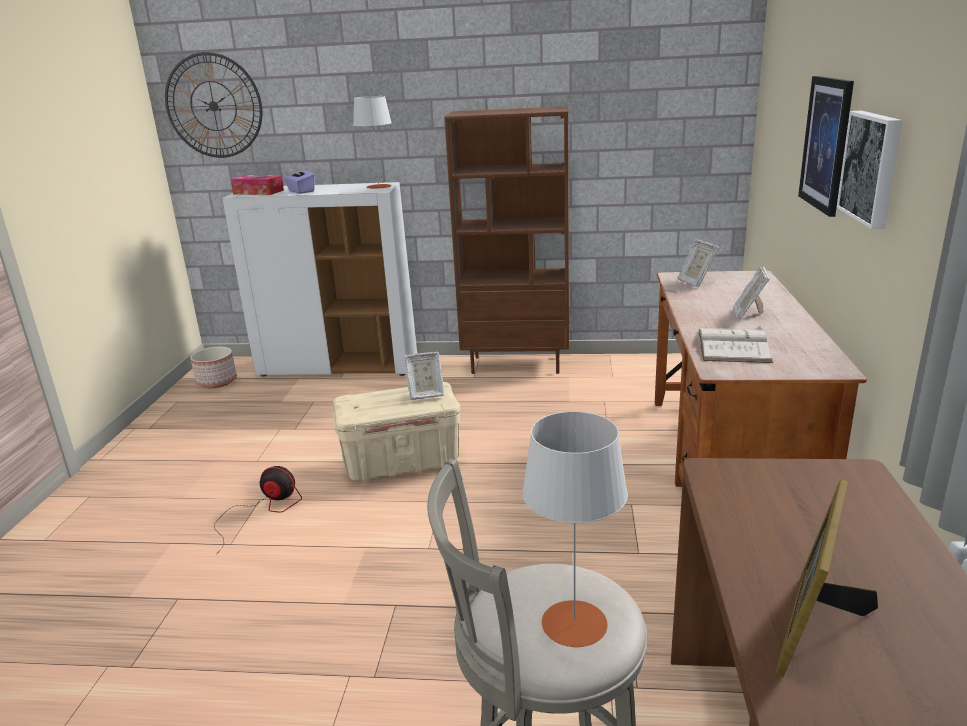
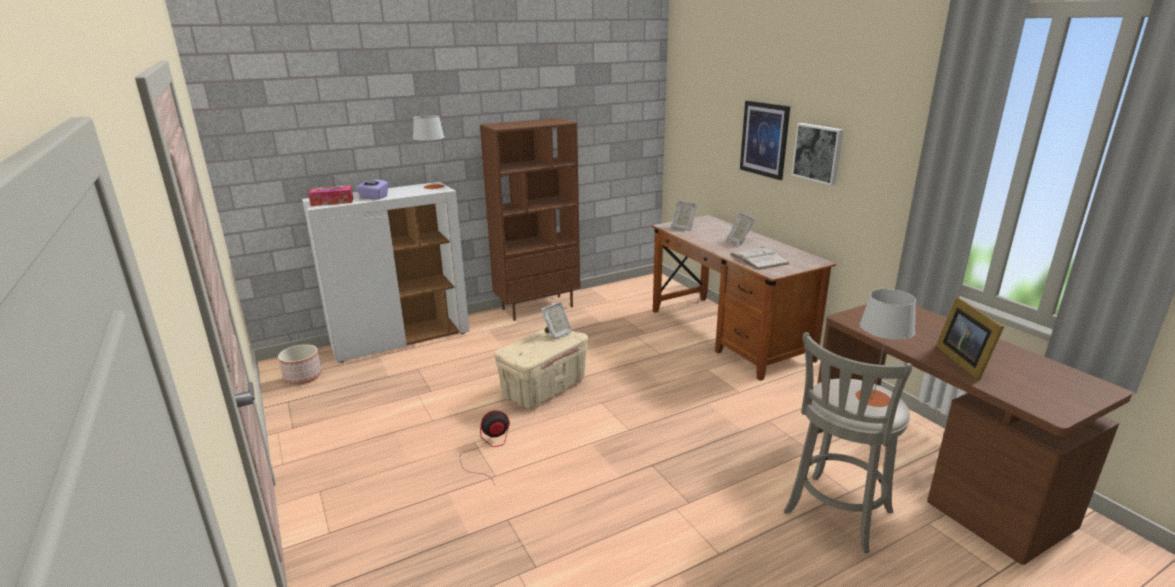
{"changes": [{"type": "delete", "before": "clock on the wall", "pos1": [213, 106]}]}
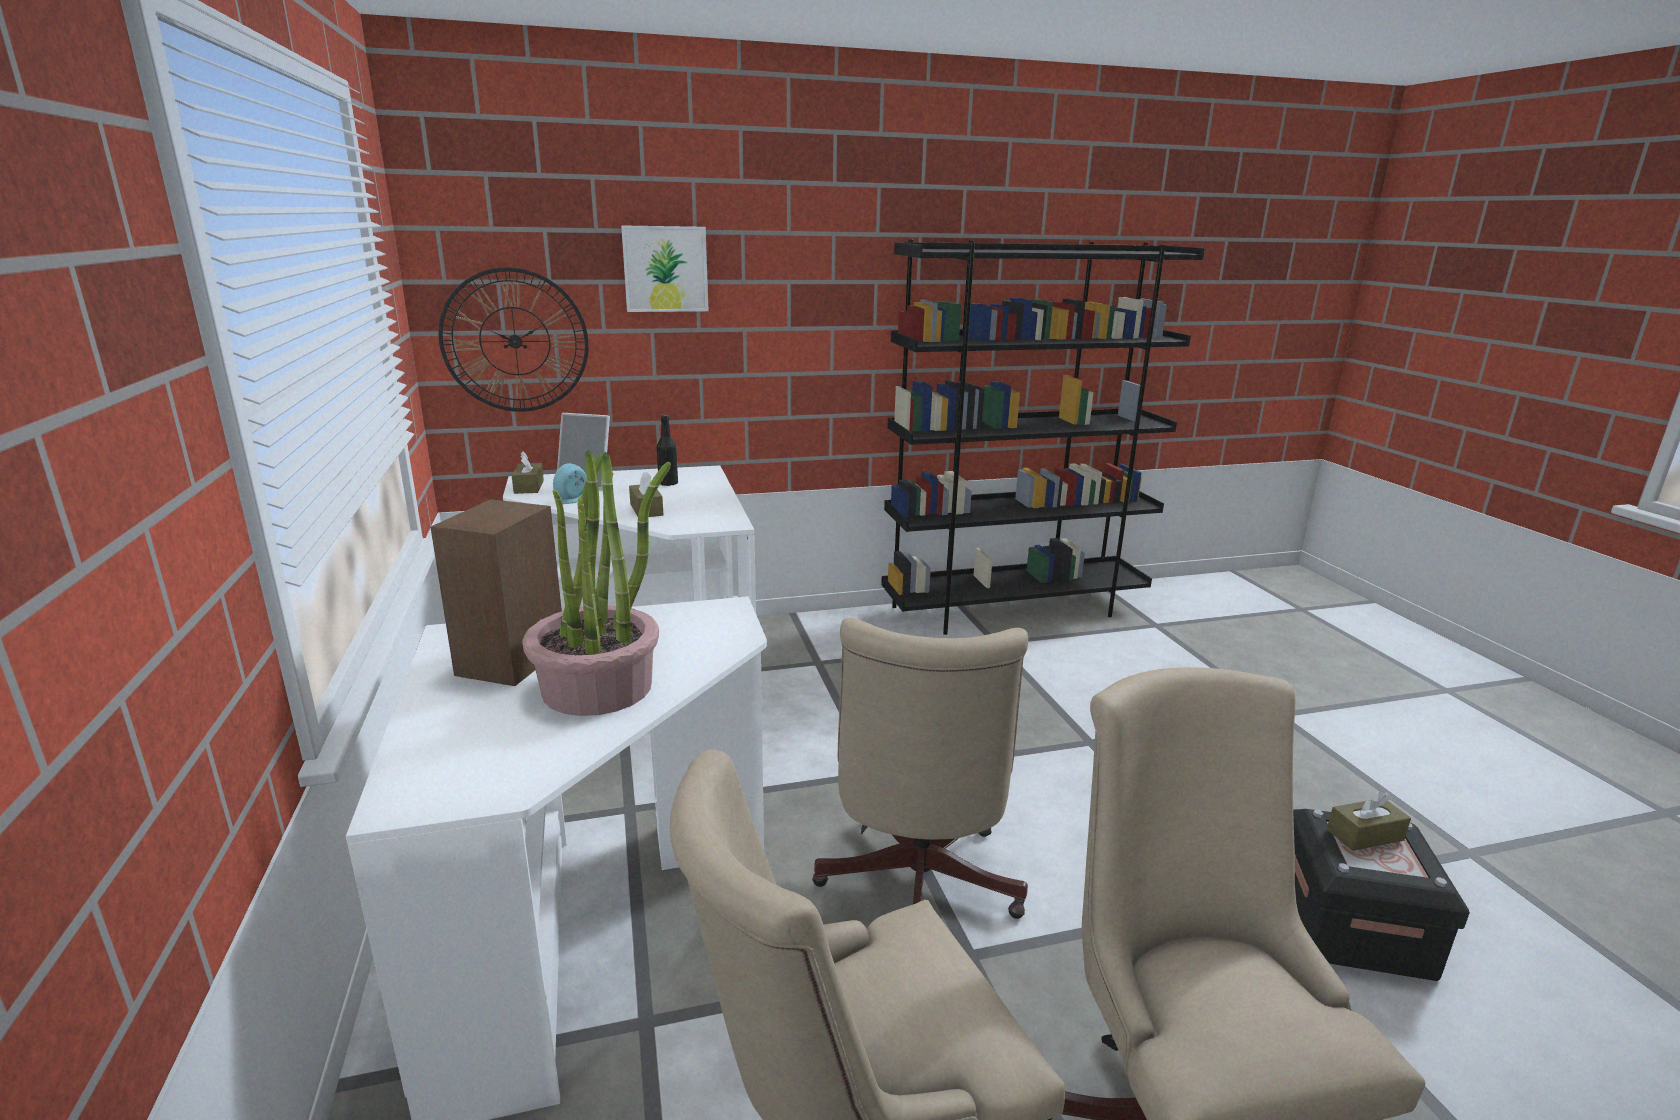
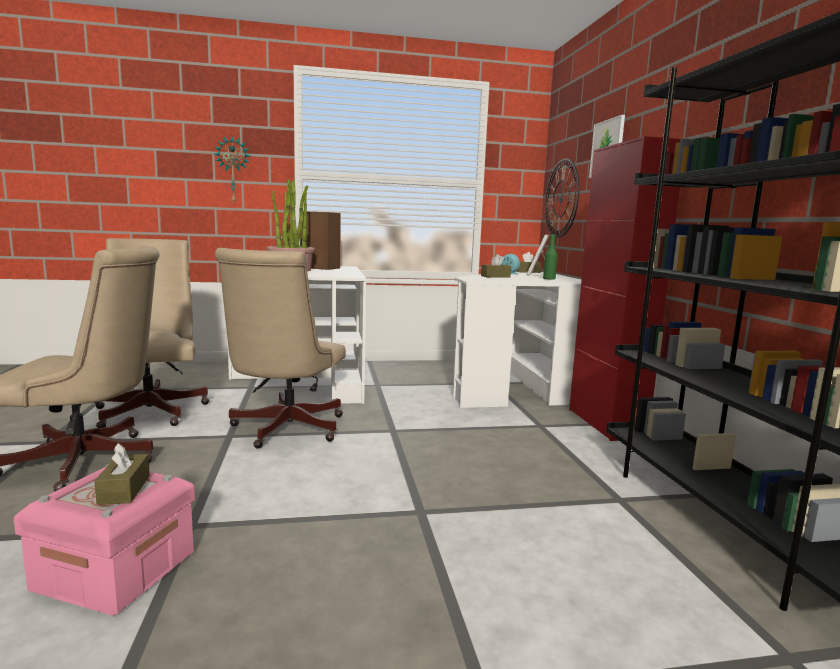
{"changes": [{"type": "insert", "after": "clock on the wall", "pos2": [233, 170]}, {"type": "insert", "after": "red-coloured storage cabinet", "pos2": [605, 423]}, {"type": "recolor", "before": "blackish drink bottle", "after": "green-coloured drink bottle", "pos1": [668, 483], "pos2": [549, 279]}, {"type": "recolor", "before": "blackish storage bin", "after": "pink storage bin", "pos1": [1352, 927], "pos2": [115, 570]}, {"type": "rotate", "before": "beige desk chair", "pos1": [915, 889], "pos2": [284, 430], "turn": -90}]}
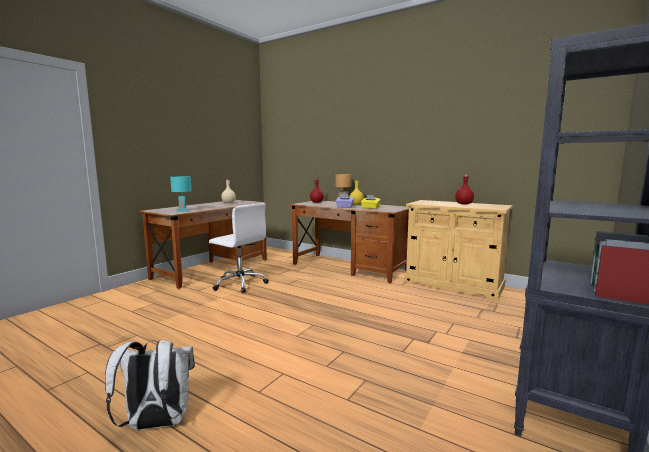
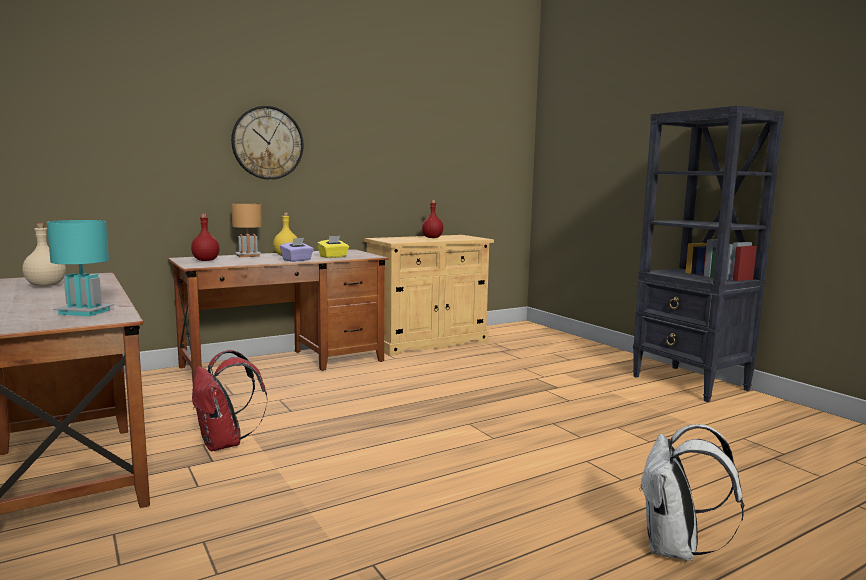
{"changes": [{"type": "insert", "after": "clock on the wall", "pos2": [267, 143]}, {"type": "replace", "before": "white desk chair", "after": "red-coloured knapsack", "pos1": [240, 283], "pos2": [225, 444]}]}
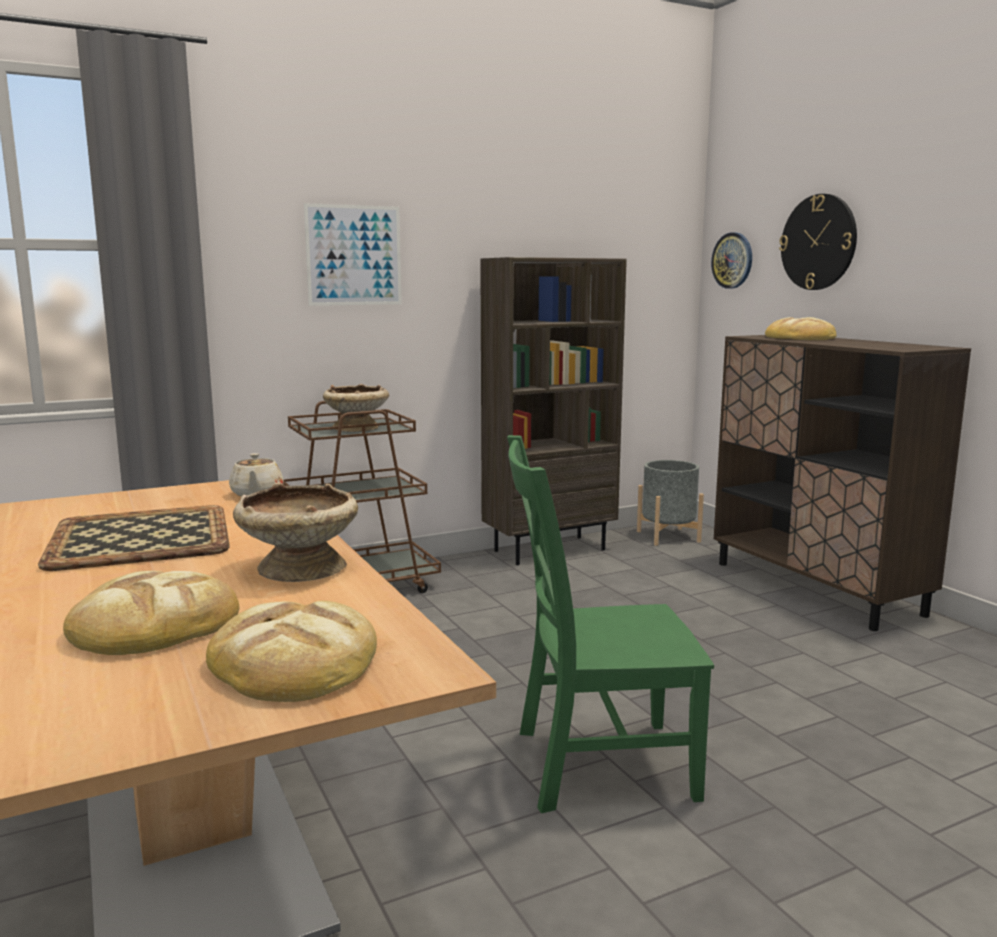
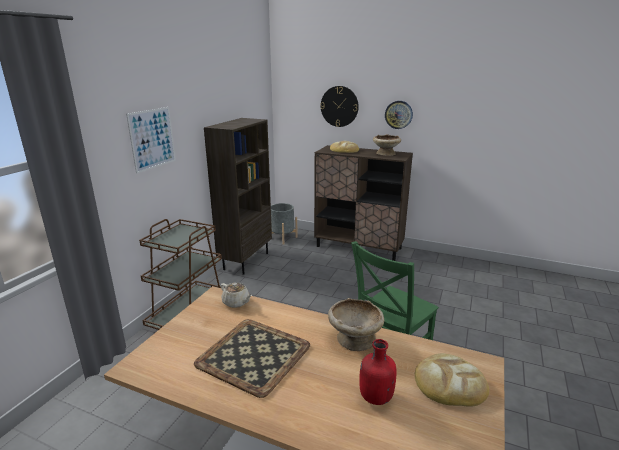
{"changes": [{"type": "move", "before": "beige deep dish", "pos1": [357, 428], "pos2": [386, 153]}, {"type": "move", "before": "clock on the wall", "pos1": [732, 260], "pos2": [398, 114]}, {"type": "replace", "before": "baked bread", "after": "red-coloured drink bottle", "pos1": [153, 624], "pos2": [375, 397]}]}
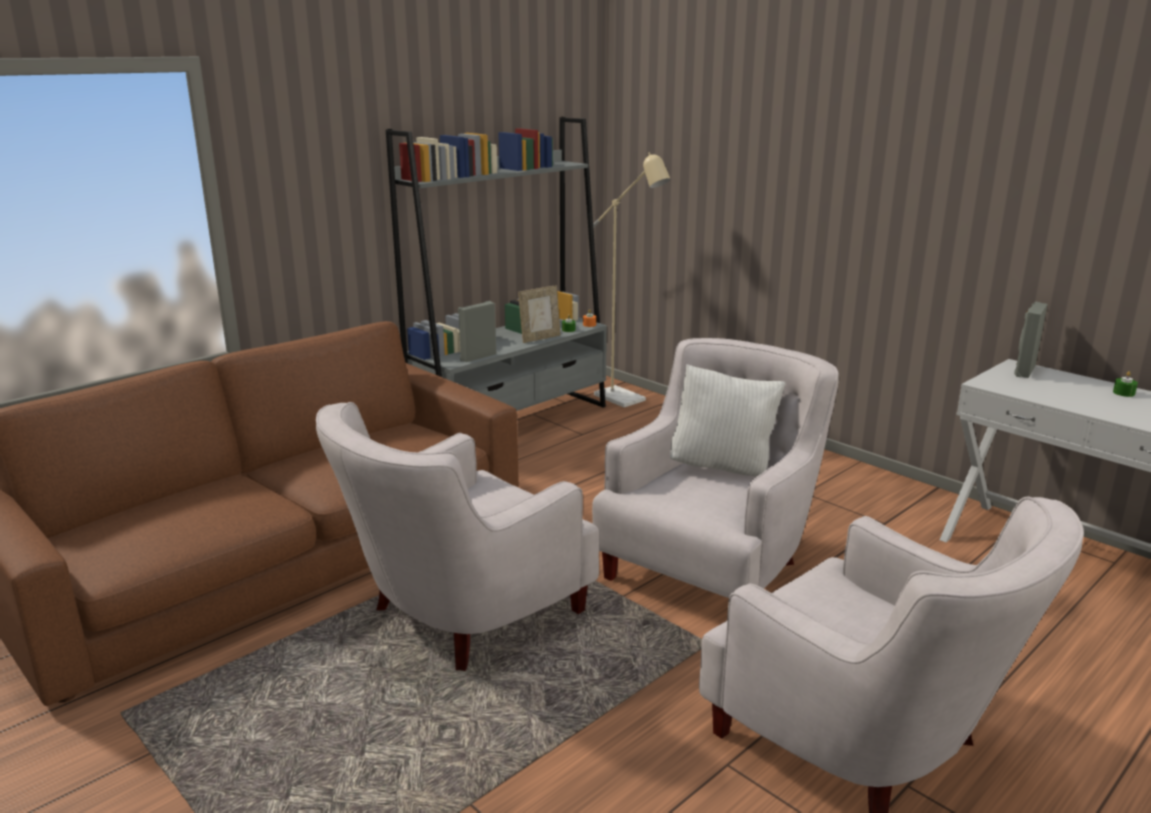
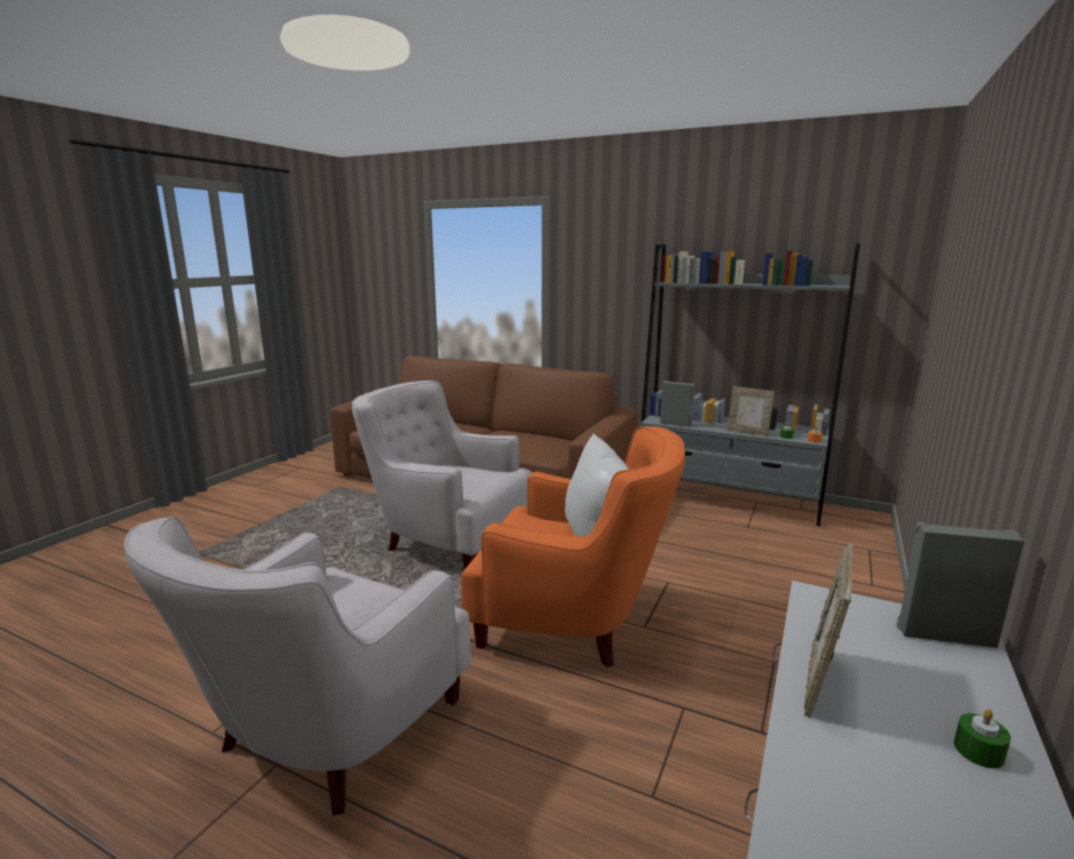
{"changes": [{"type": "delete", "before": "beige standard lamp", "pos1": [626, 400]}, {"type": "insert", "after": "standing frame", "pos2": [820, 682]}, {"type": "recolor", "before": "white armchair", "after": "orangey armchair", "pos1": [712, 564], "pos2": [573, 620]}]}
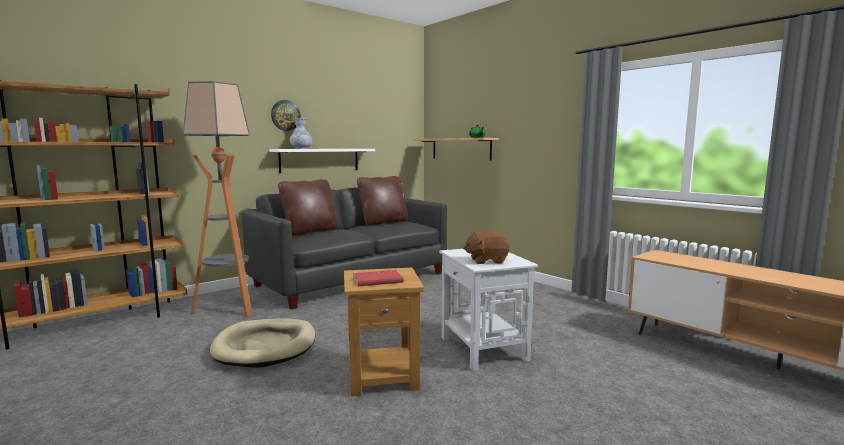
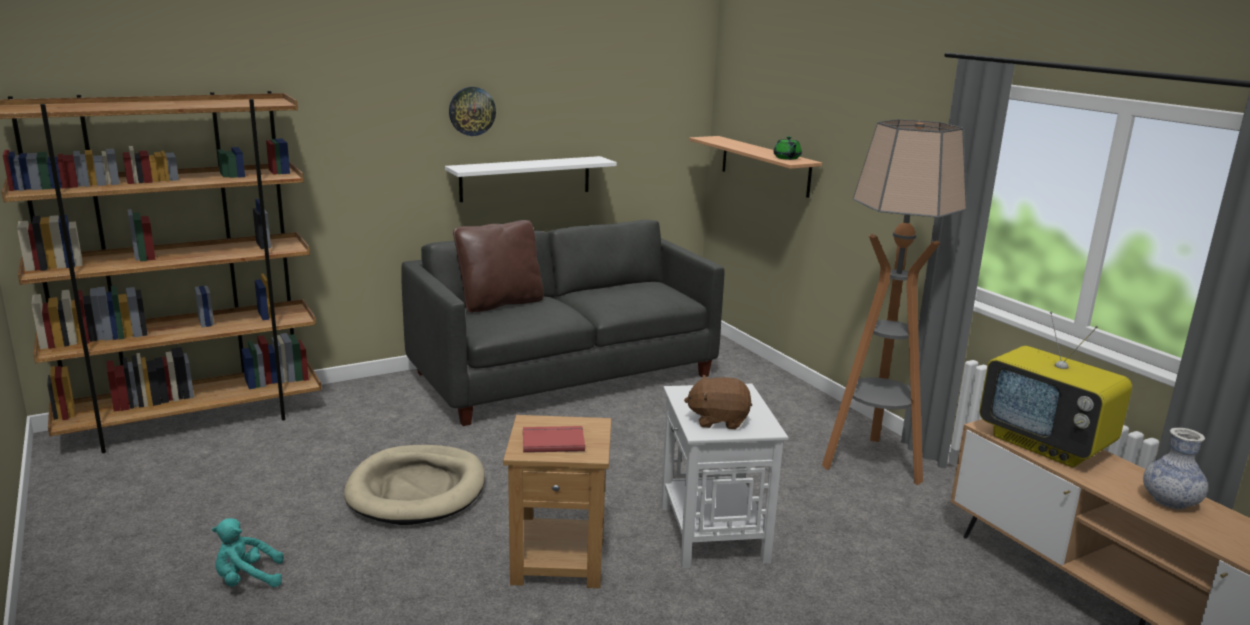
{"changes": [{"type": "delete", "before": "brown-coloured throw pillow", "pos1": [383, 223]}, {"type": "insert", "after": "turquoise cuddly toy", "pos2": [247, 580]}, {"type": "insert", "after": "television", "pos2": [1046, 444]}, {"type": "move", "before": "standard lamp", "pos1": [229, 308], "pos2": [872, 462]}, {"type": "move", "before": "decorative vase", "pos1": [301, 148], "pos2": [1170, 501]}]}
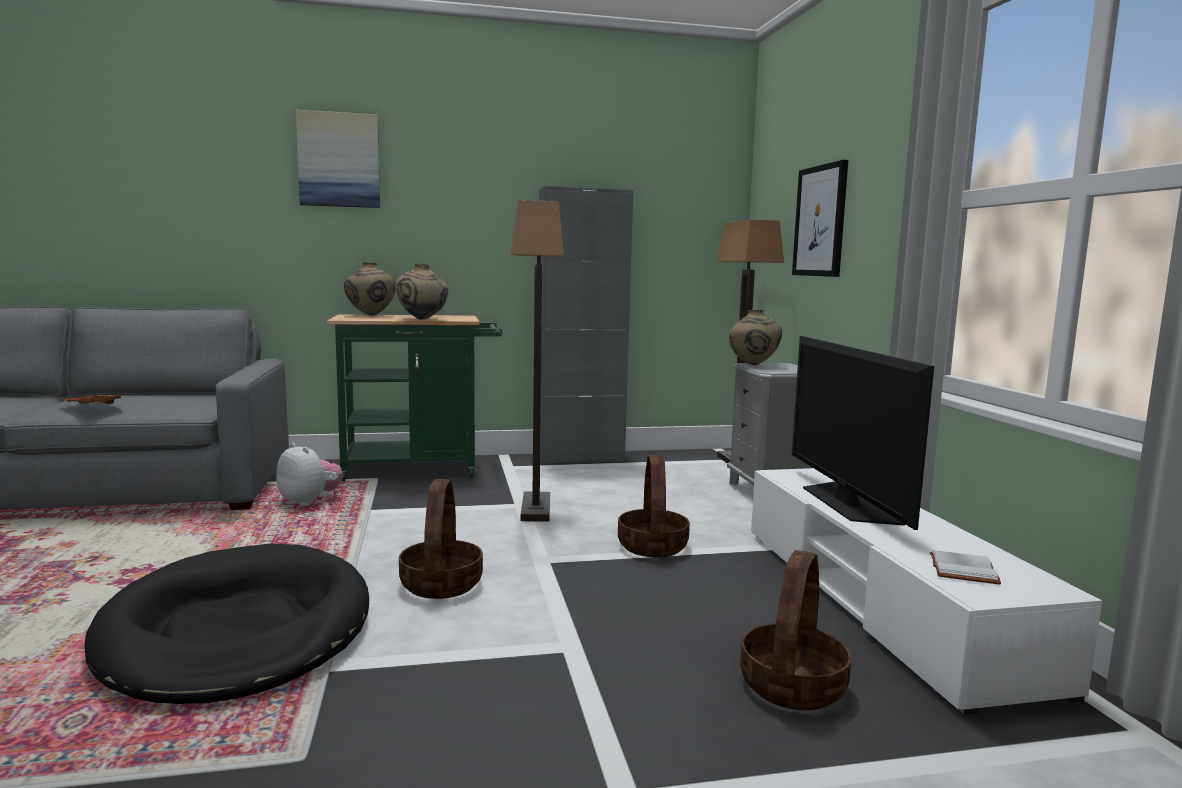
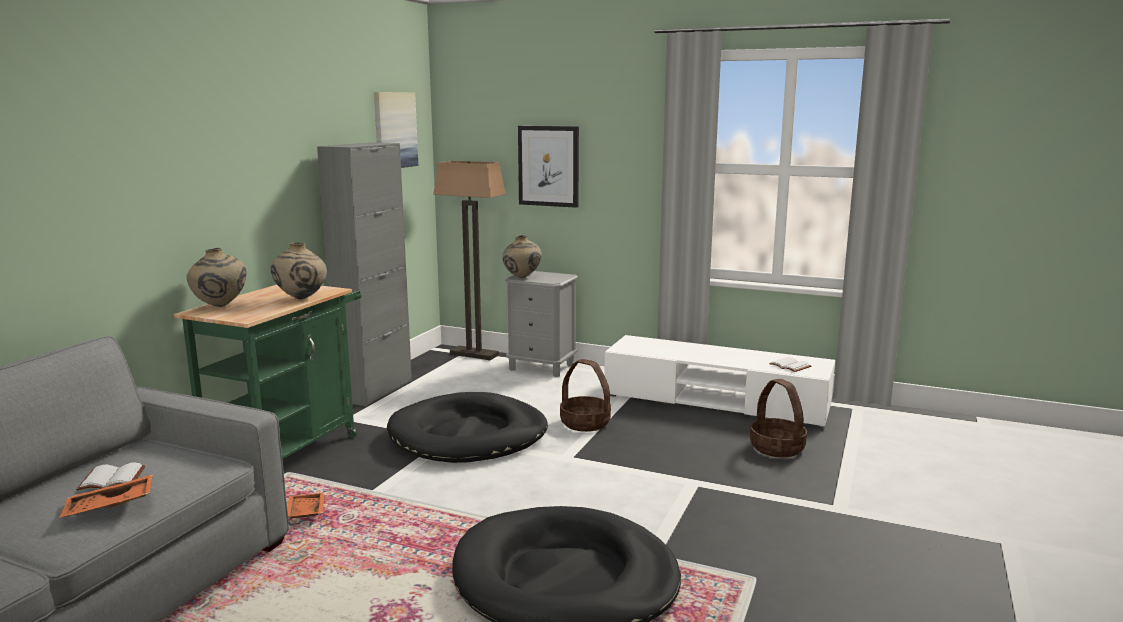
{"changes": [{"type": "delete", "before": "household basket", "pos1": [442, 584]}, {"type": "delete", "before": "television", "pos1": [846, 503]}, {"type": "insert", "after": "white bound book", "pos2": [110, 480]}, {"type": "move", "before": "wall art", "pos1": [339, 160], "pos2": [395, 130]}, {"type": "replace", "before": "cuddly toy", "after": "orangey serving tray", "pos1": [309, 502], "pos2": [304, 512]}, {"type": "replace", "before": "standard lamp", "after": "blackish dog cushion", "pos1": [536, 509], "pos2": [468, 435]}]}
